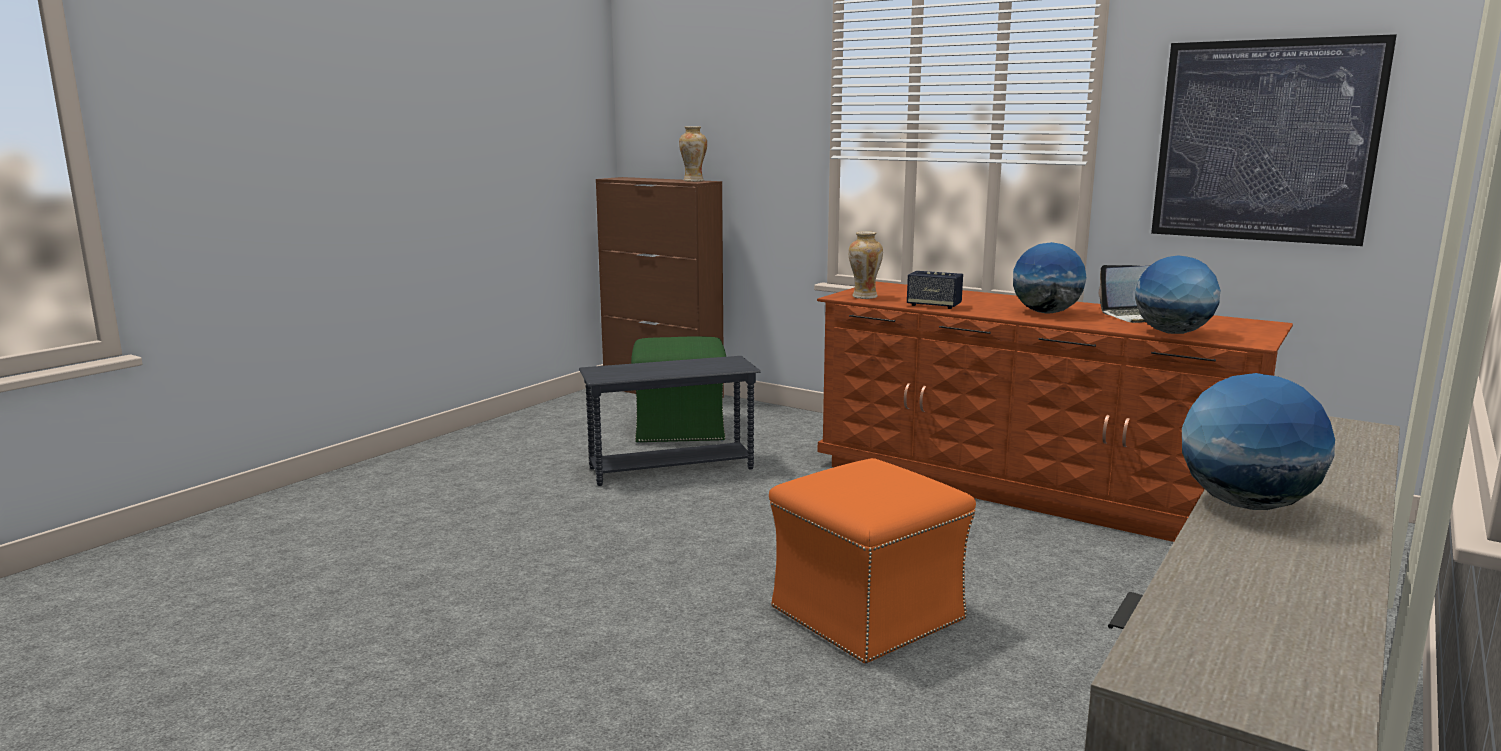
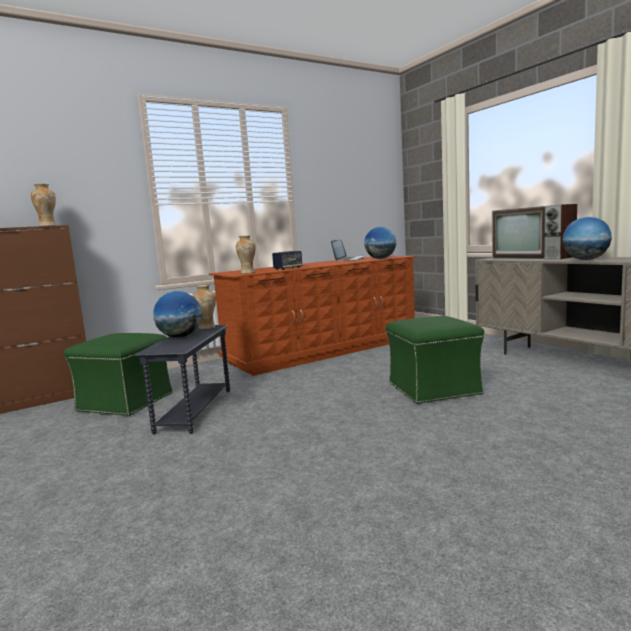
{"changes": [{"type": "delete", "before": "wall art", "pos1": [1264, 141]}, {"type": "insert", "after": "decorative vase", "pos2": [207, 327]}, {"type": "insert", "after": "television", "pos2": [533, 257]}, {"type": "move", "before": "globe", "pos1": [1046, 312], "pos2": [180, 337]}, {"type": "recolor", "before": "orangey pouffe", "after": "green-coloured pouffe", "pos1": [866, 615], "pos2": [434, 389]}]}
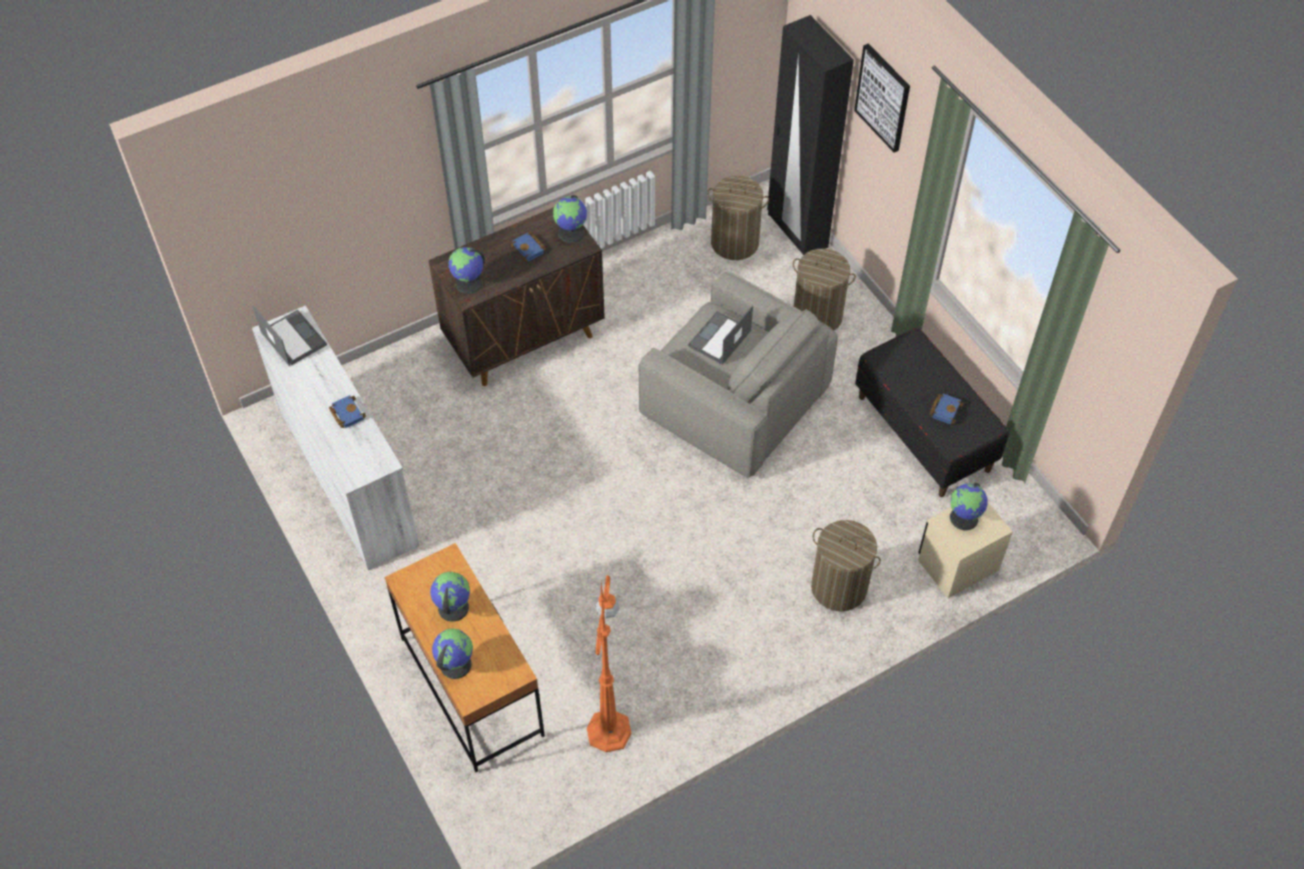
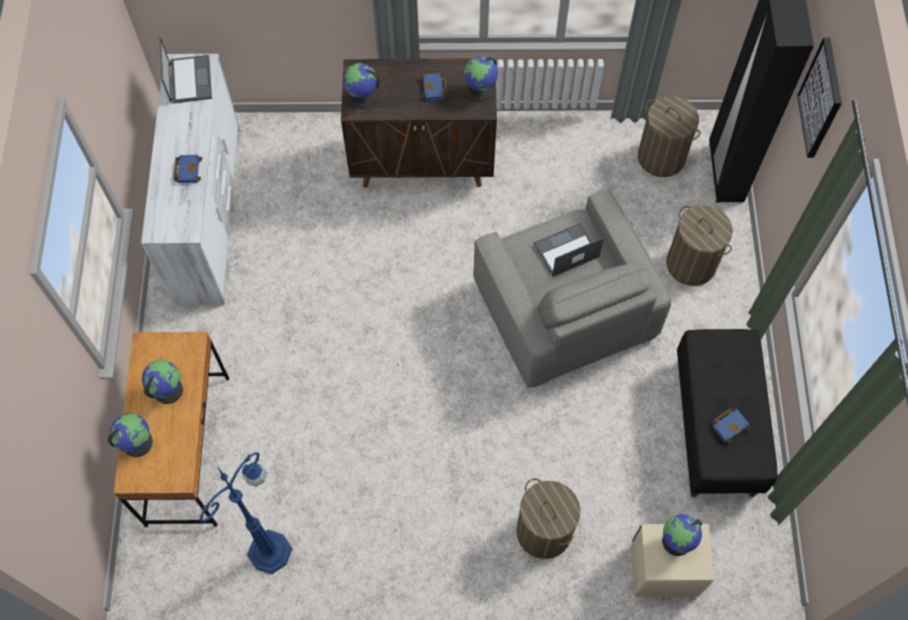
{"changes": [{"type": "recolor", "before": "orangey standard lamp", "after": "blue standard lamp", "pos1": [609, 728], "pos2": [271, 550]}]}
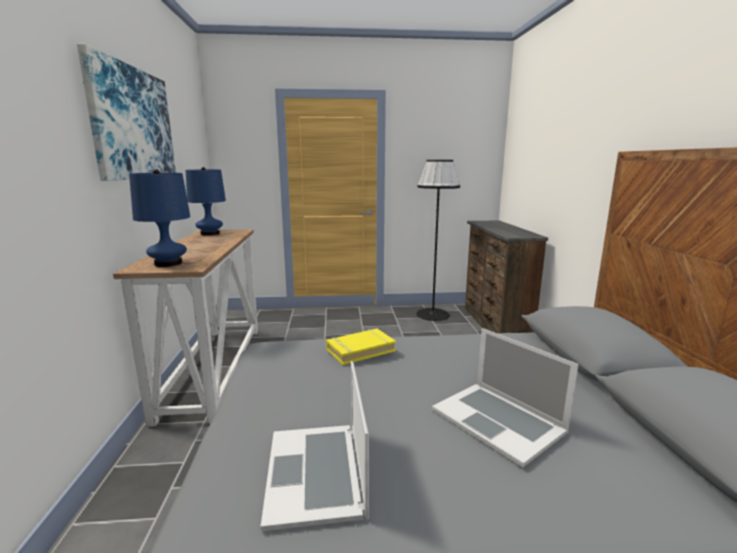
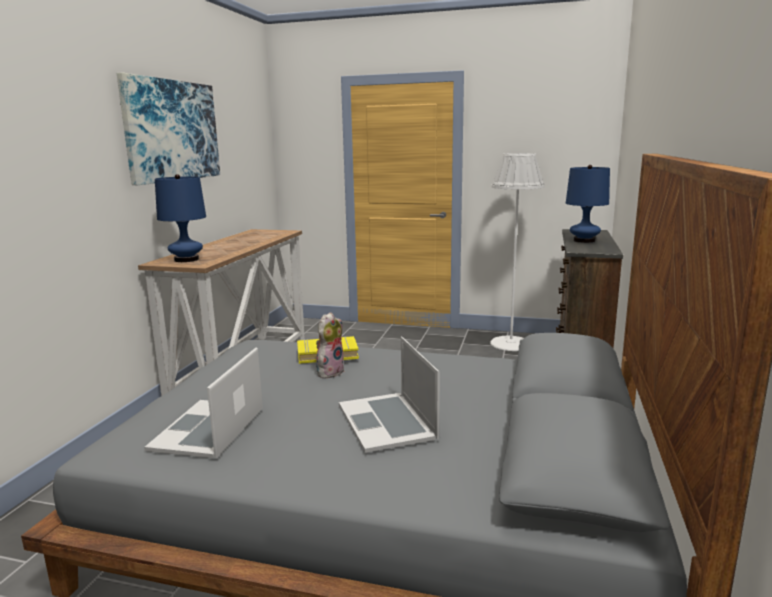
{"changes": [{"type": "insert", "after": "cuddly toy", "pos2": [330, 372]}, {"type": "move", "before": "blue table lamp", "pos1": [210, 234], "pos2": [584, 241]}, {"type": "recolor", "before": "blackish standard lamp", "after": "white standard lamp", "pos1": [433, 314], "pos2": [511, 343]}]}
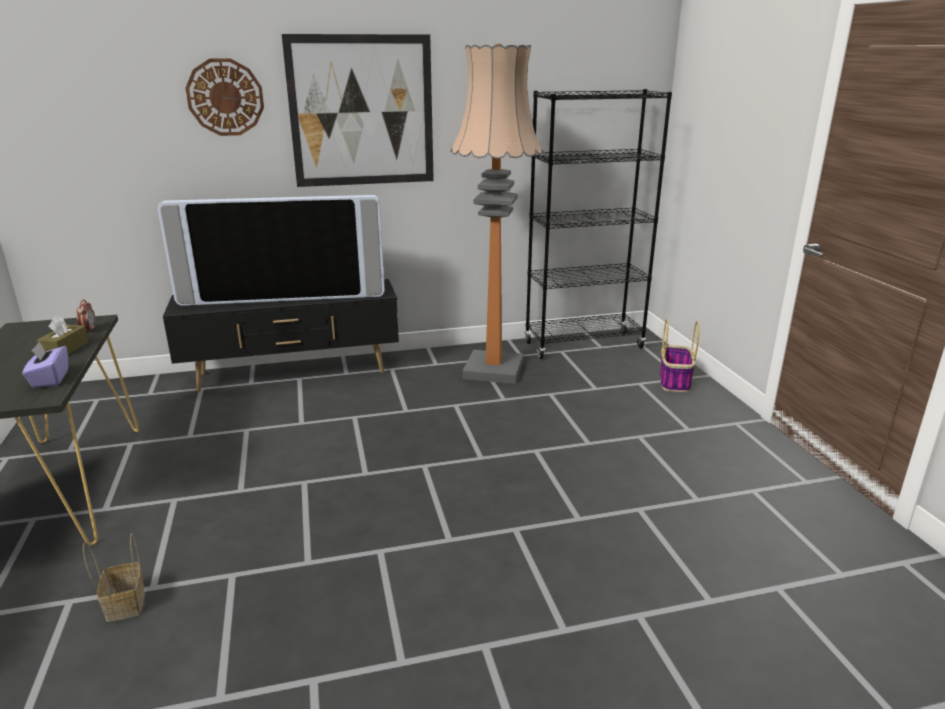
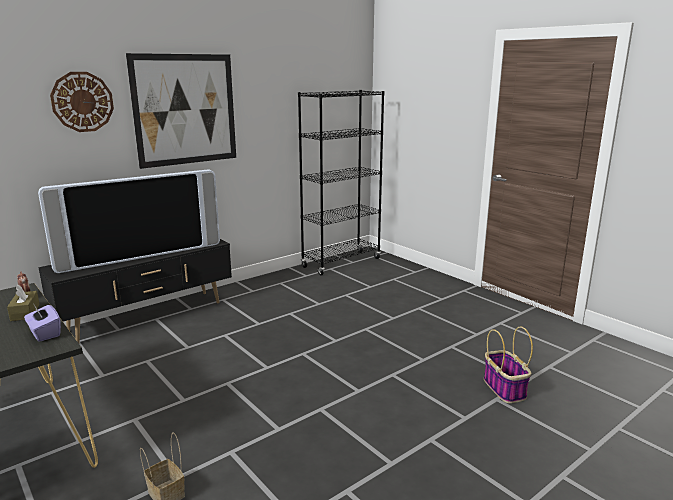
{"changes": [{"type": "delete", "before": "standard lamp", "pos1": [493, 370]}, {"type": "move", "before": "household basket", "pos1": [675, 382], "pos2": [505, 389]}]}
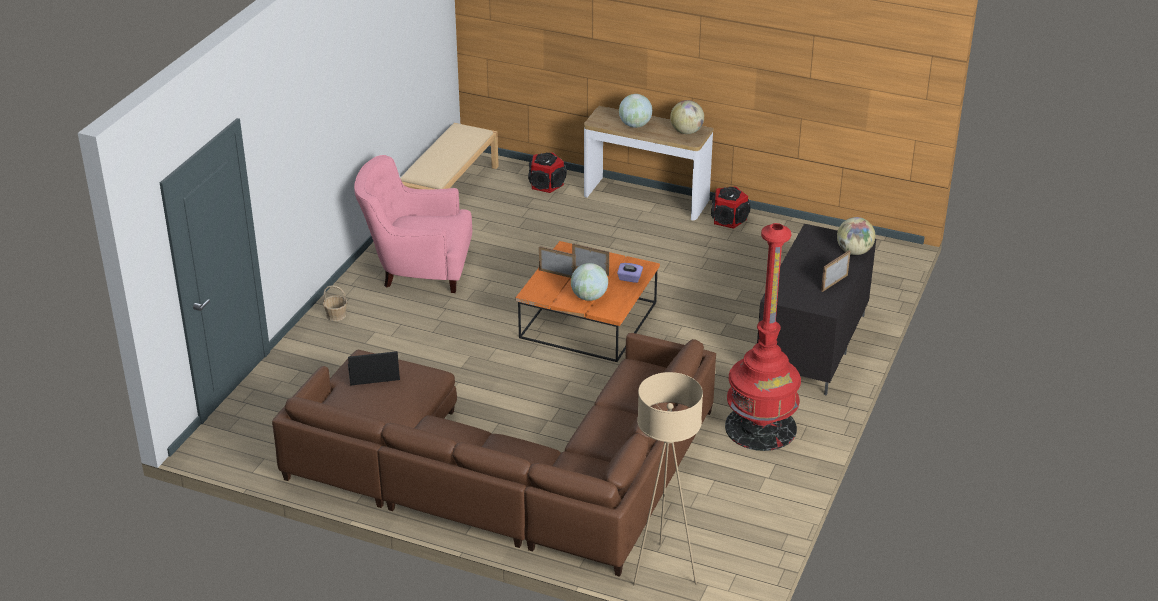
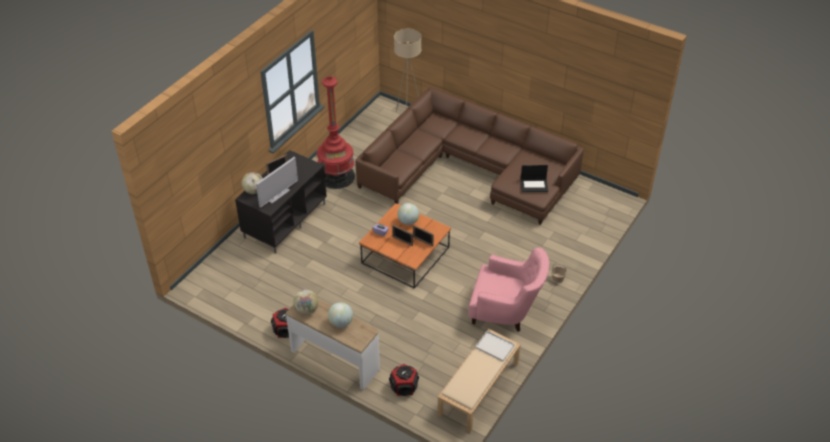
{"changes": [{"type": "insert", "after": "television", "pos2": [278, 194]}, {"type": "insert", "after": "white serving tray", "pos2": [494, 346]}]}
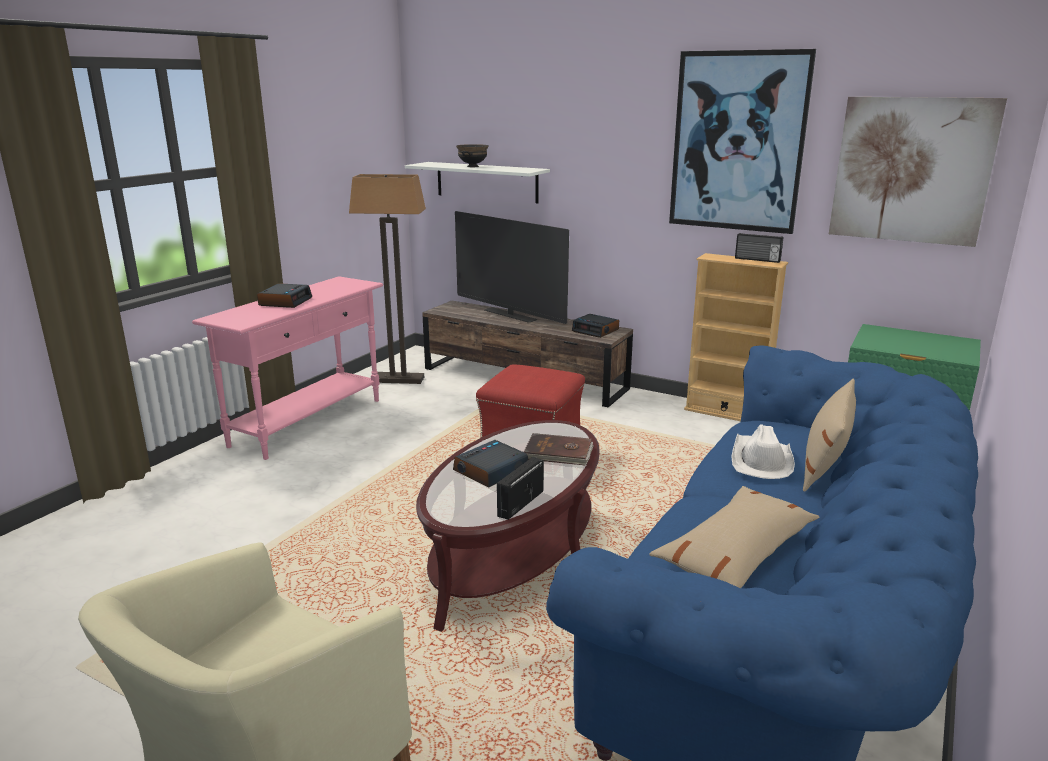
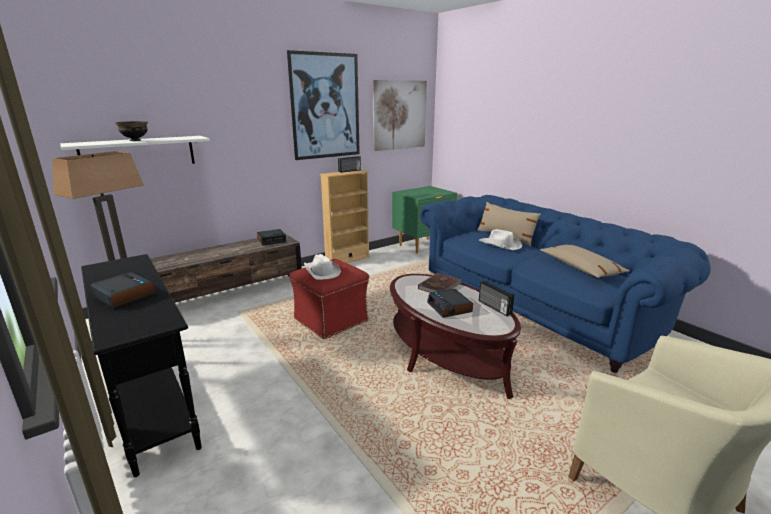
{"changes": [{"type": "delete", "before": "television", "pos1": [510, 315]}, {"type": "insert", "after": "white clothing hat", "pos2": [321, 272]}, {"type": "recolor", "before": "pink console table", "after": "blackish console table", "pos1": [308, 422], "pos2": [153, 408]}]}
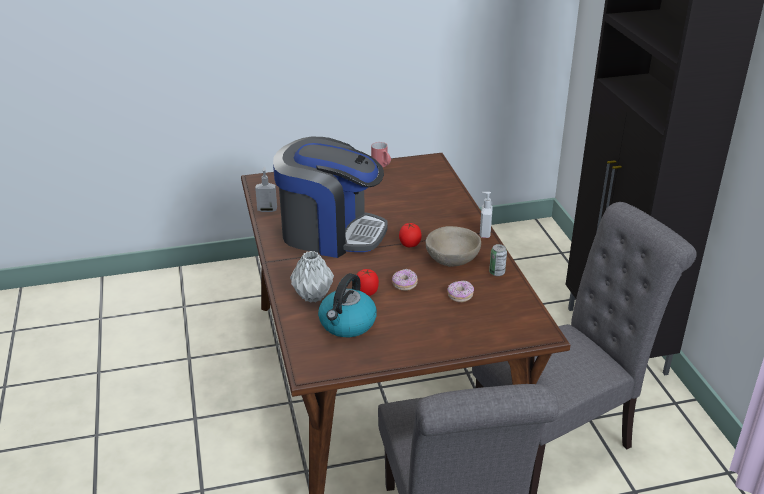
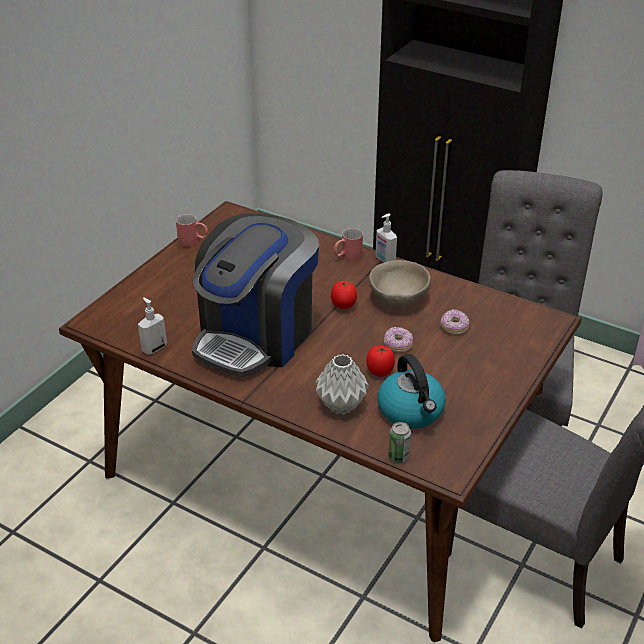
{"changes": [{"type": "insert", "after": "red-coloured coffee mug", "pos2": [347, 257]}, {"type": "move", "before": "sealed can", "pos1": [497, 272], "pos2": [398, 456]}, {"type": "rotate", "before": "coffee maker", "pos1": [330, 233], "pos2": [256, 335], "turn": 150}]}
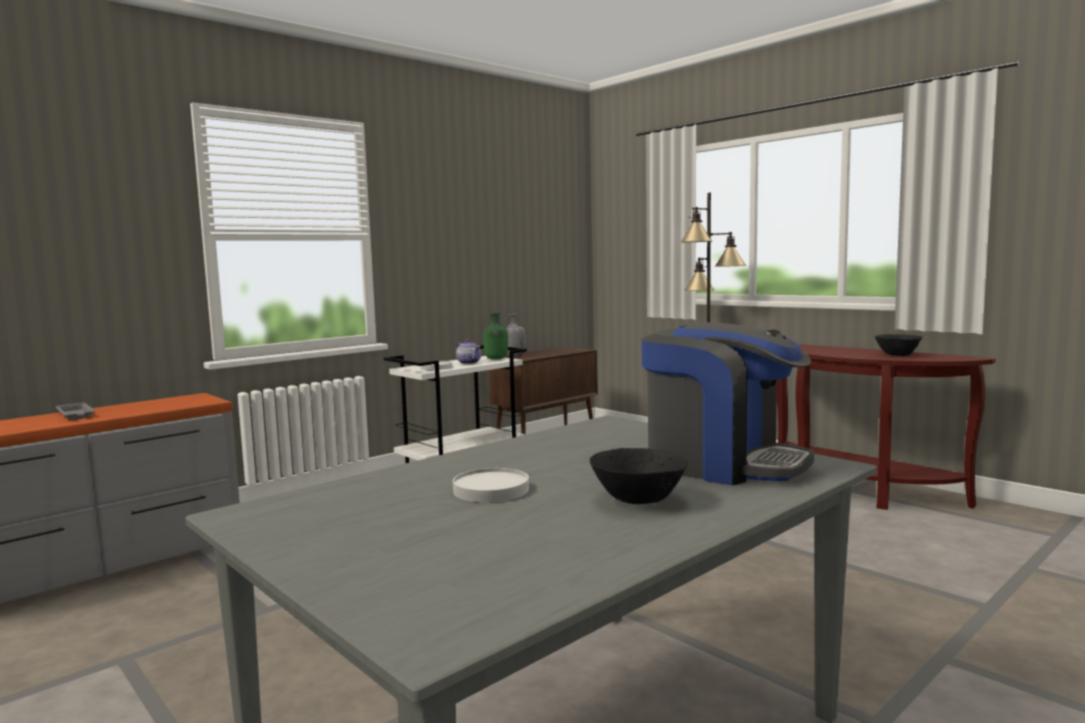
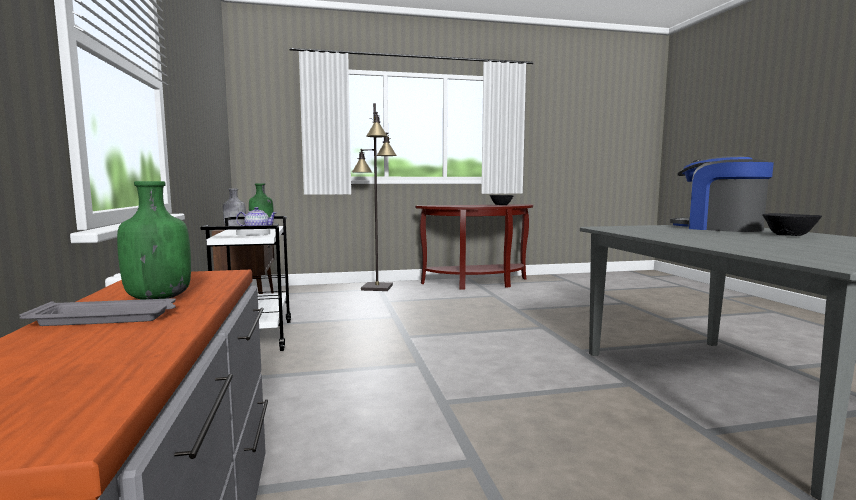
{"changes": [{"type": "delete", "before": "white flat dish", "pos1": [491, 489]}, {"type": "insert", "after": "green-coloured drink bottle", "pos2": [158, 298]}, {"type": "rotate", "before": "coffee maker", "pos1": [722, 464], "pos2": [718, 228], "turn": -105}]}
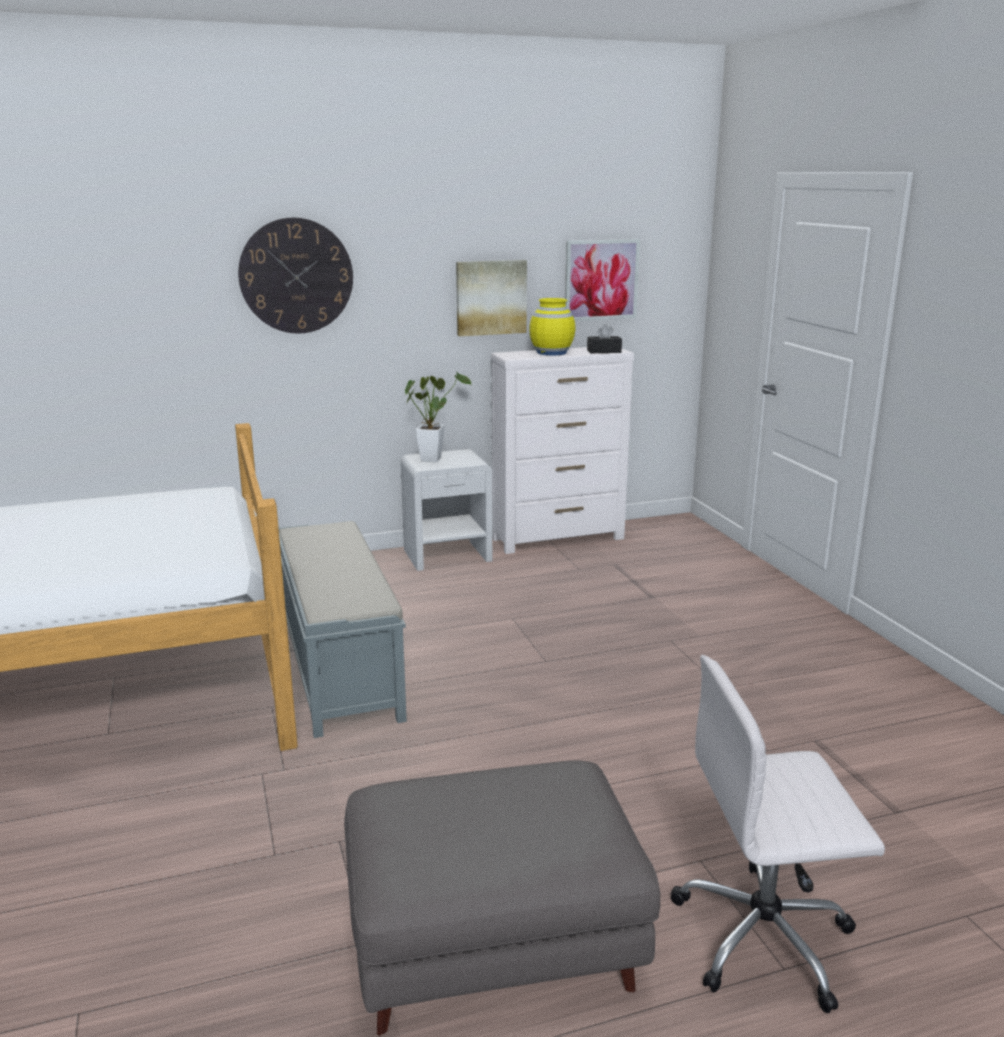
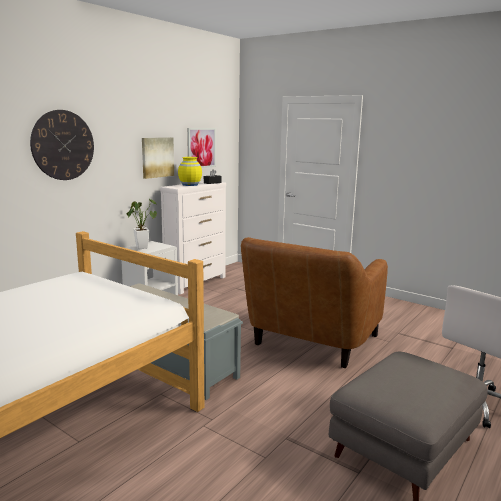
{"changes": [{"type": "insert", "after": "brown-coloured armchair", "pos2": [309, 343]}]}
